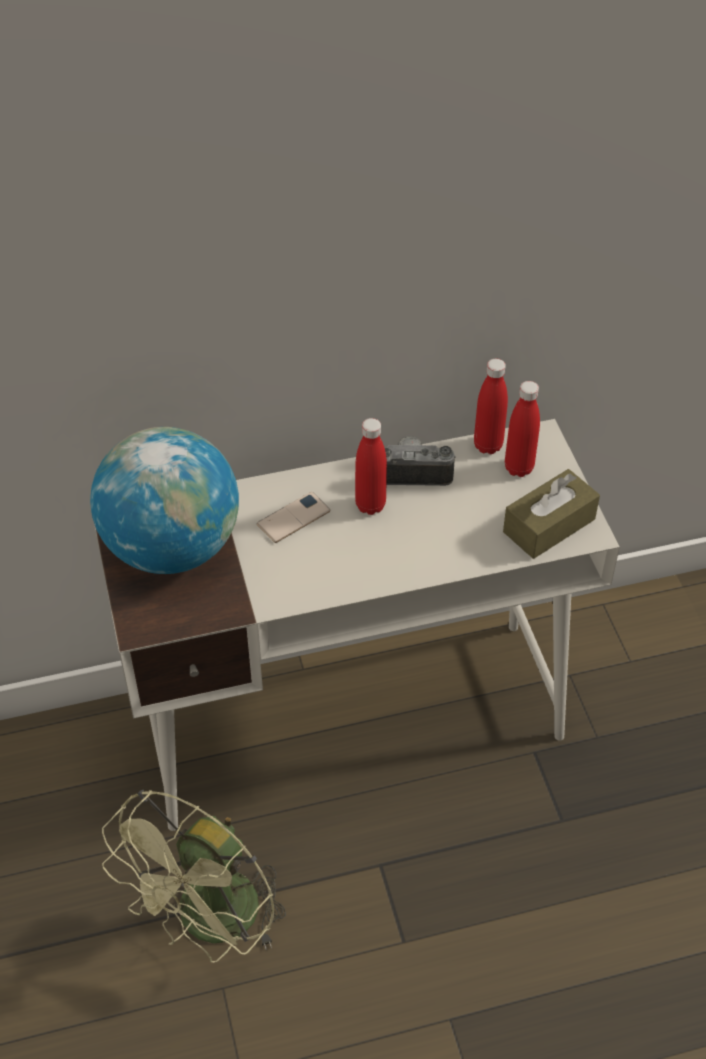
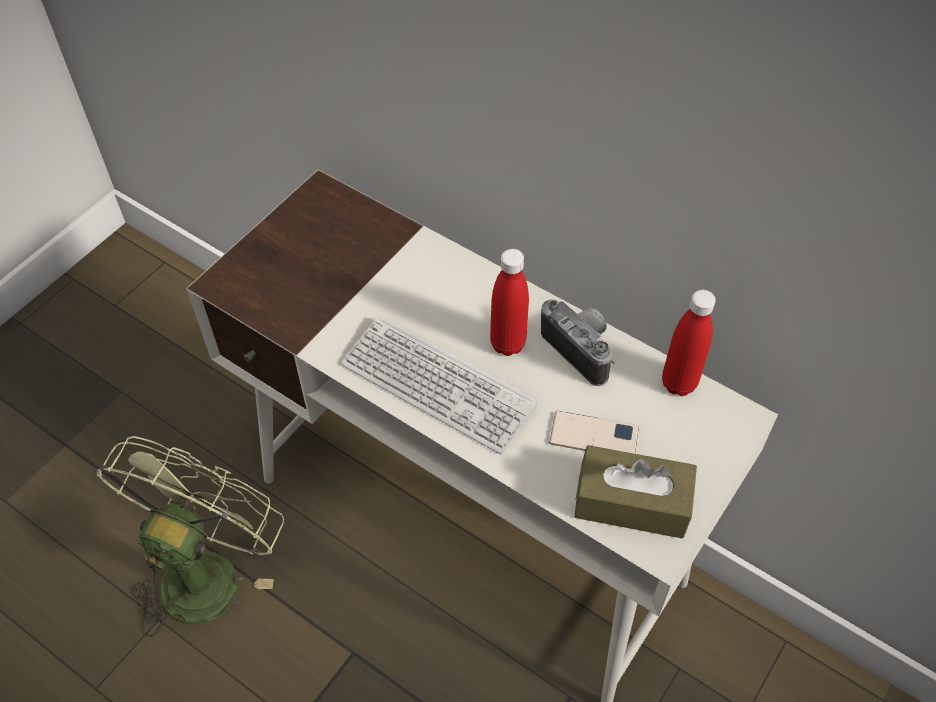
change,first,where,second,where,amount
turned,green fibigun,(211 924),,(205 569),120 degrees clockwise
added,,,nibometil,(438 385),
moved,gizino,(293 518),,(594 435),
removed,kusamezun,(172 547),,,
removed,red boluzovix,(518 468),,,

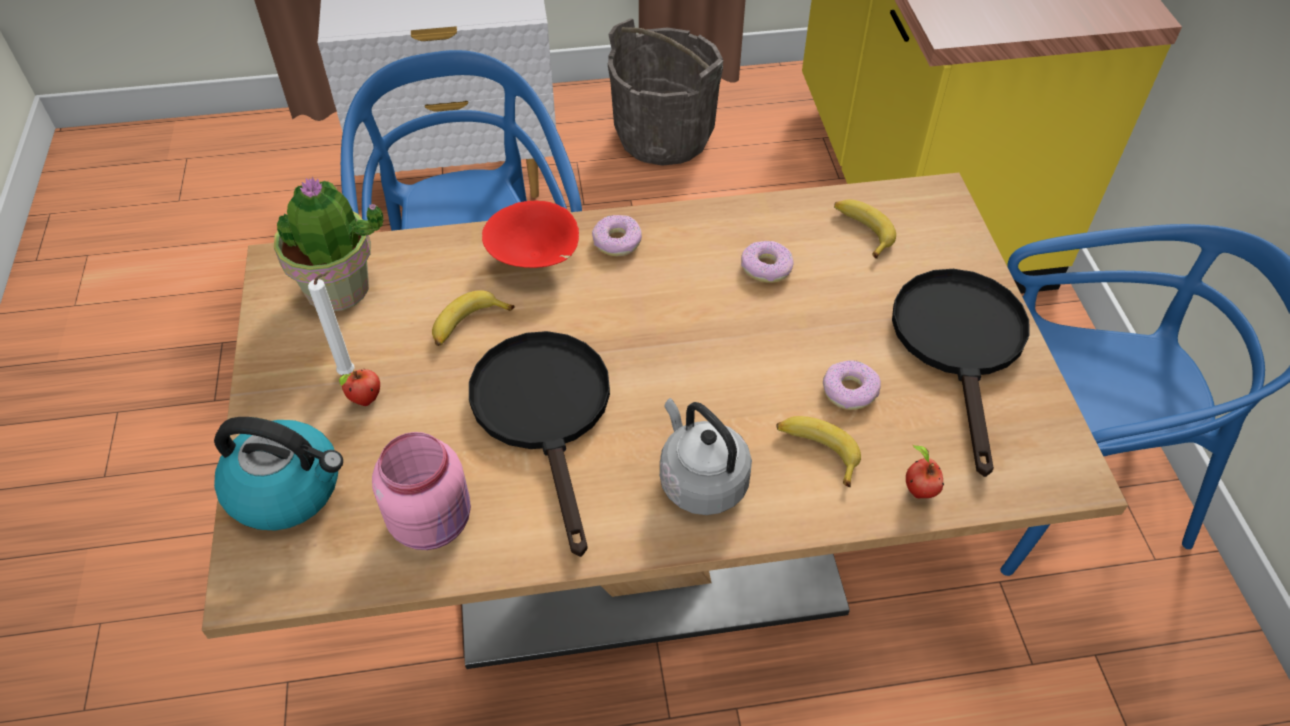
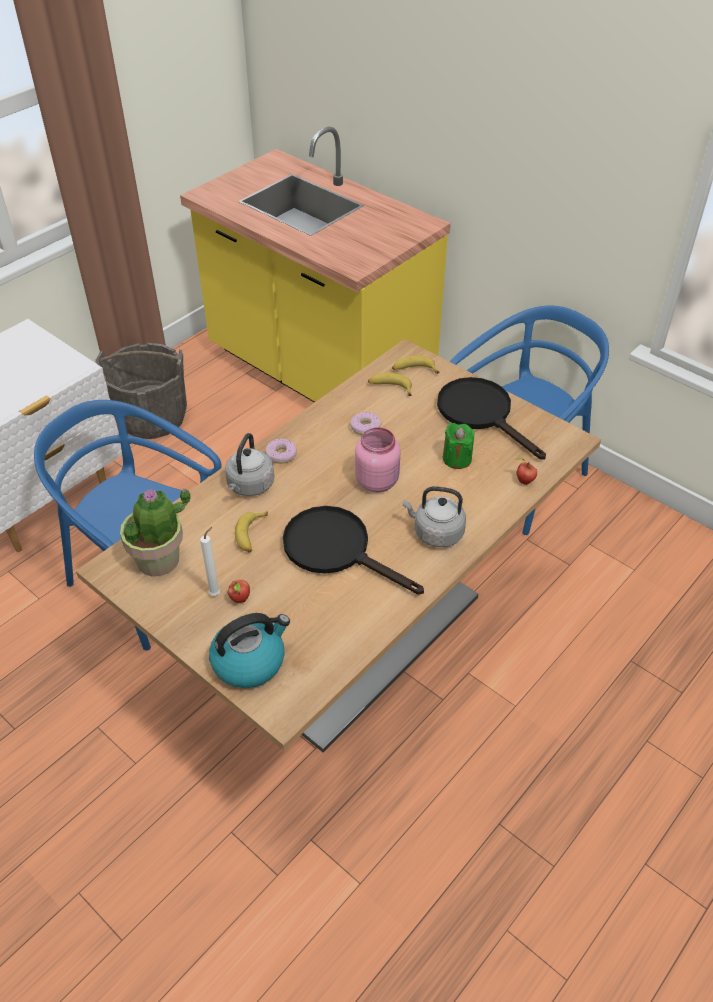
change,first,where,second,where,amount
replaced,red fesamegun,(535 260),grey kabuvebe,(249 486),
moved,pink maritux,(434 521),,(377 481),
moved,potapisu,(817 451),,(414 370),
replaced,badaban,(849 391),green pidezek,(457 459),

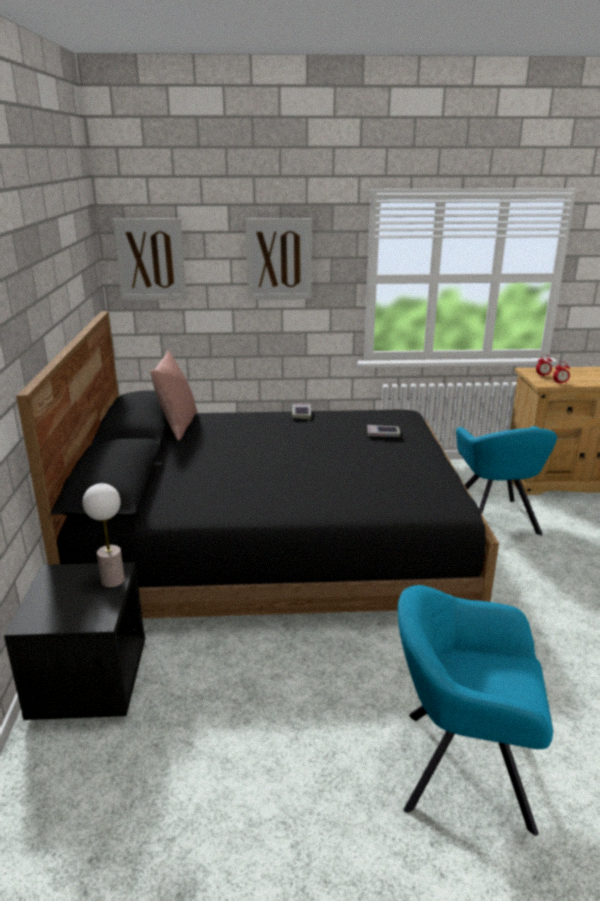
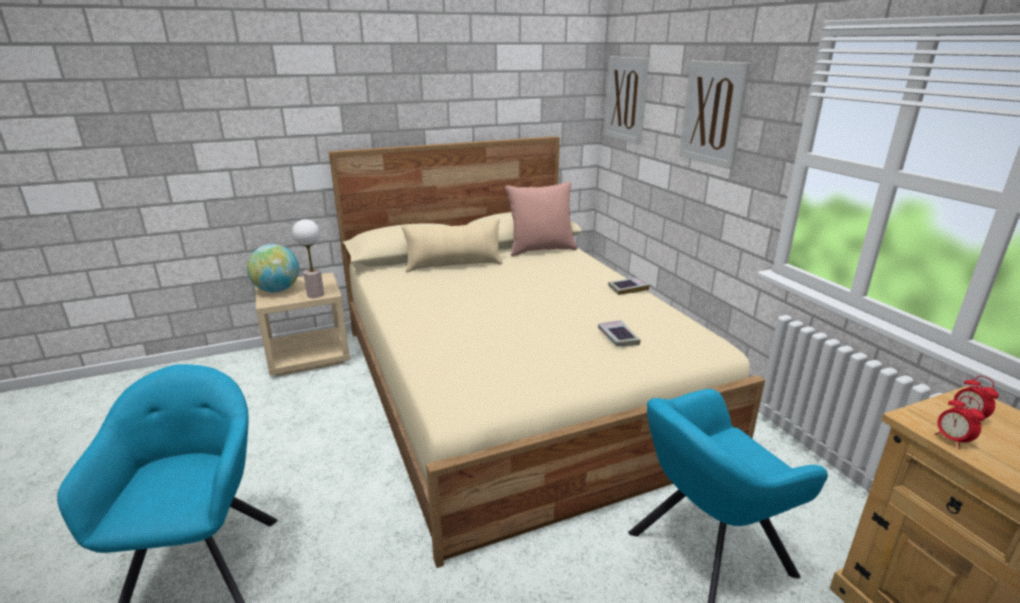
change,first,where,second,where,amount
added,,,kusamezun,(277 290),
recoloured,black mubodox,(89 681),beige mubodox,(309 356),
recoloured,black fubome,(273 544),beige fubome,(514 386),
added,,,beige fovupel,(454 265),

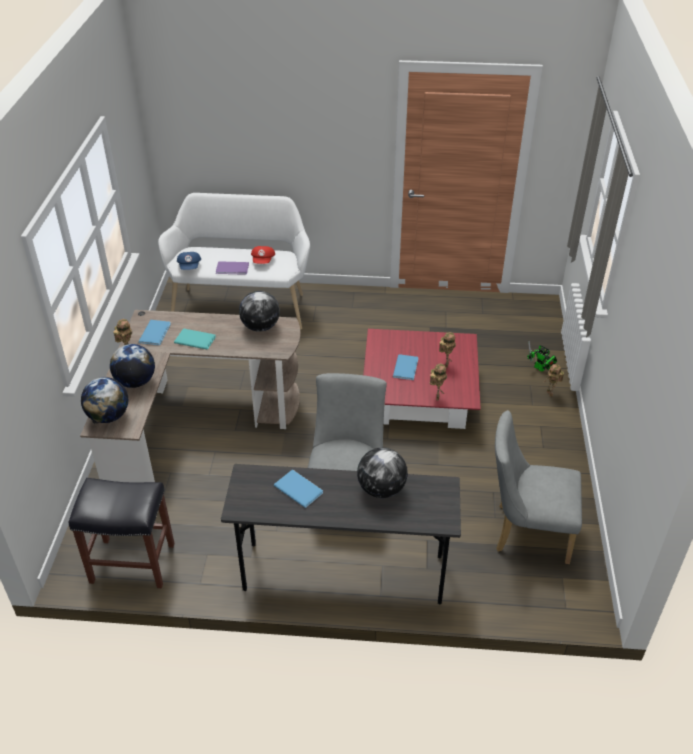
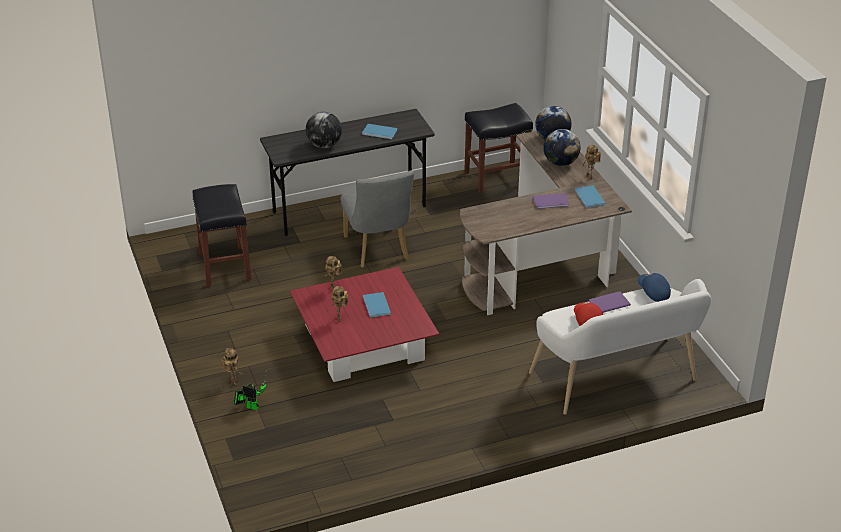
change,first,where,second,where,amount
replaced,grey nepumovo,(526 532),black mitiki,(225 266),
recoloured,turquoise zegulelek,(194 339),purple zegulelek,(552 202),
removed,kusamezun,(261 327),,,

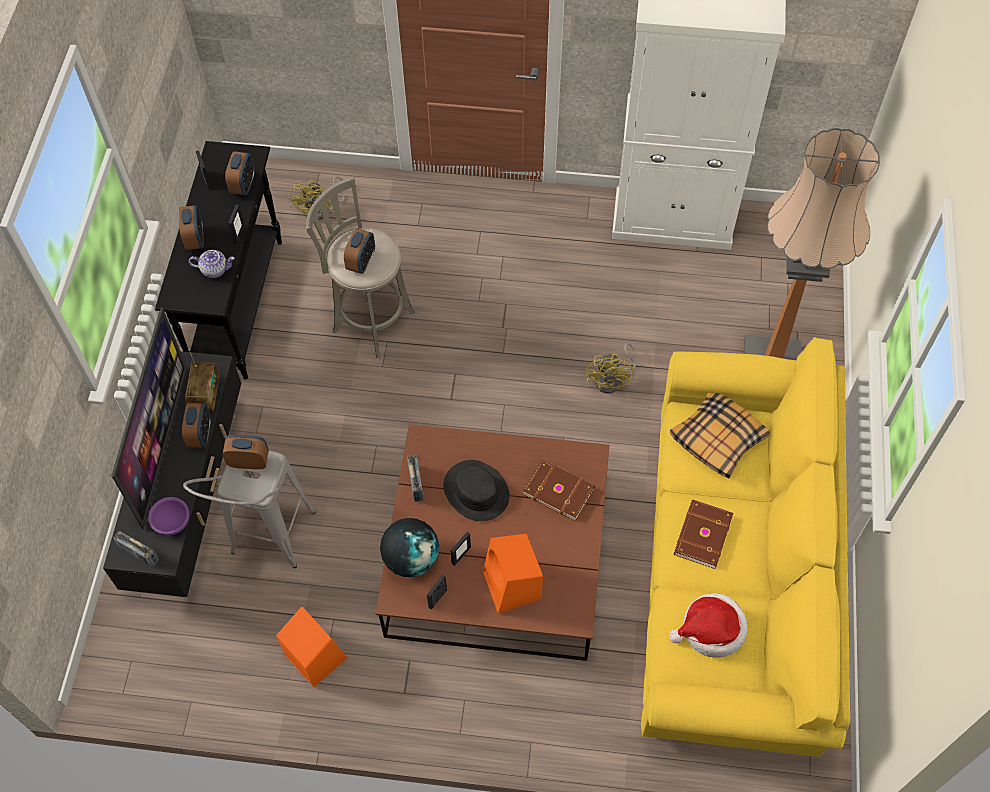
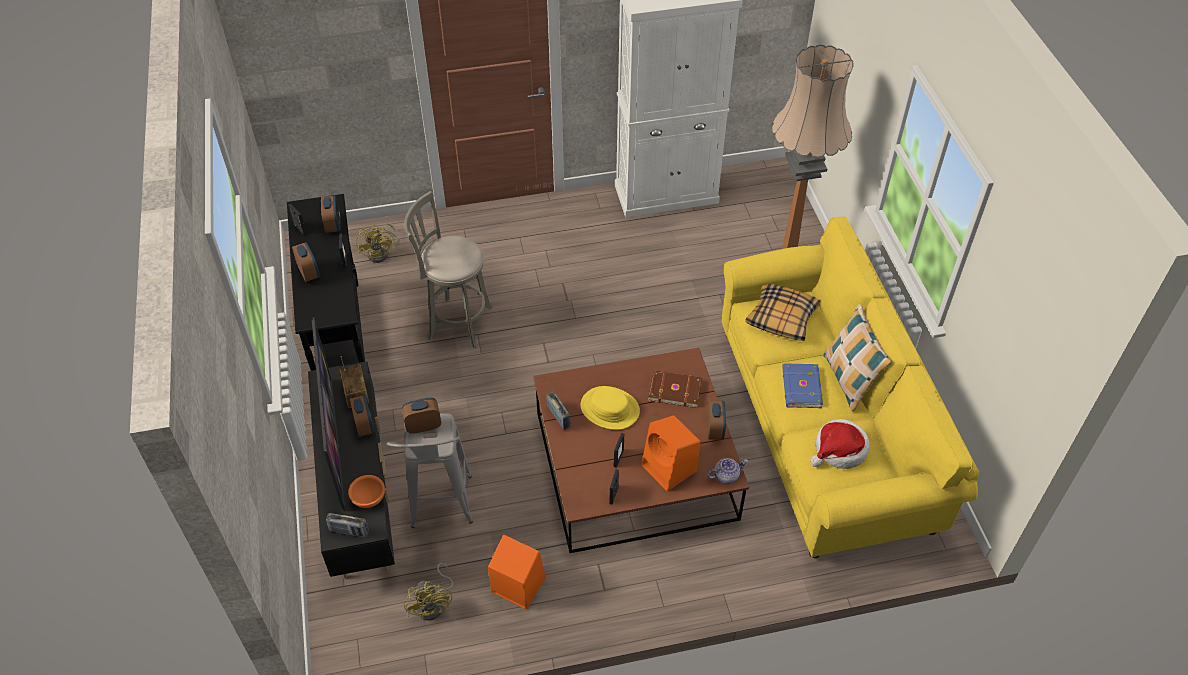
change,first,where,second,where,amount
recoloured,purple fesamegun,(172 522),orange fesamegun,(368 499),
moved,yellow fibigun,(612 380),,(434 604),
recoloured,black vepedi,(476 491),yellow vepedi,(609 409),
moved,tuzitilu,(361 262),,(714 430),
moved,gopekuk,(215 269),,(726 476),
recoloured,brown zegulelek,(701 535),blue zegulelek,(800 388),
added,,,fovupel,(849 380),
removed,kusamezun,(411 558),,,

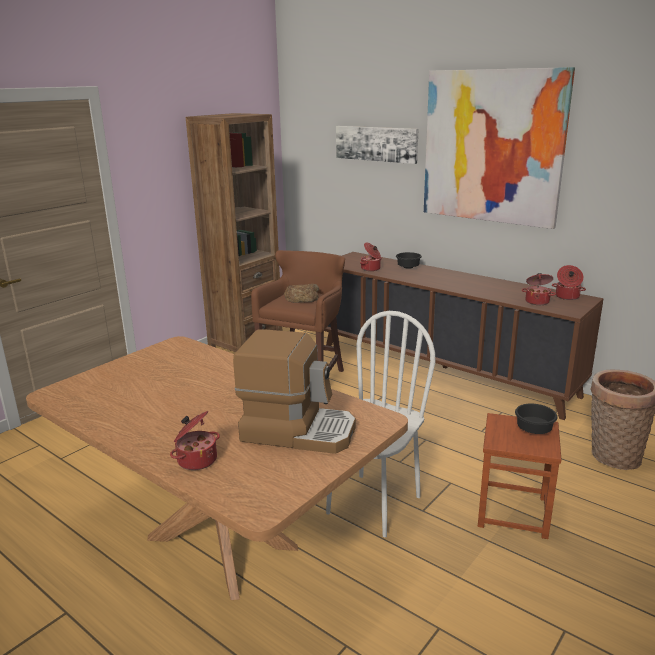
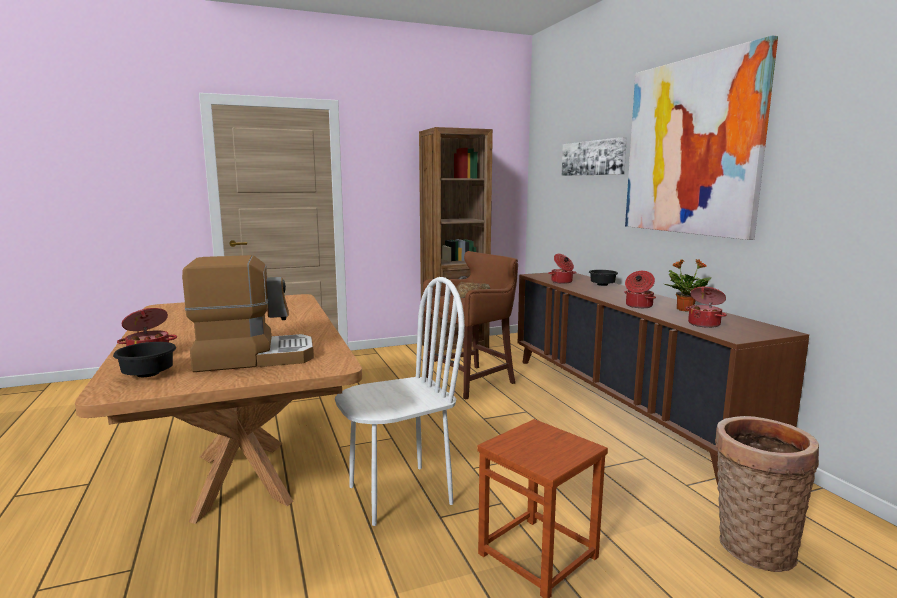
change,first,where,second,where,amount
moved,black fesamegun,(533 430),,(146 375),
turned,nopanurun,(298 430),,(254 357),60 degrees counterclockwise
moved,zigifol,(567 297),,(638 306),
added,,,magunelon,(684 309),

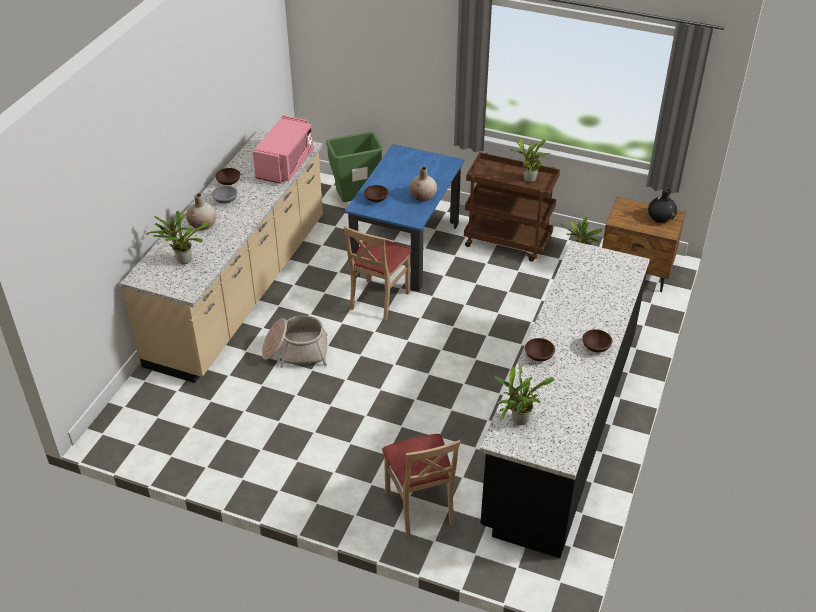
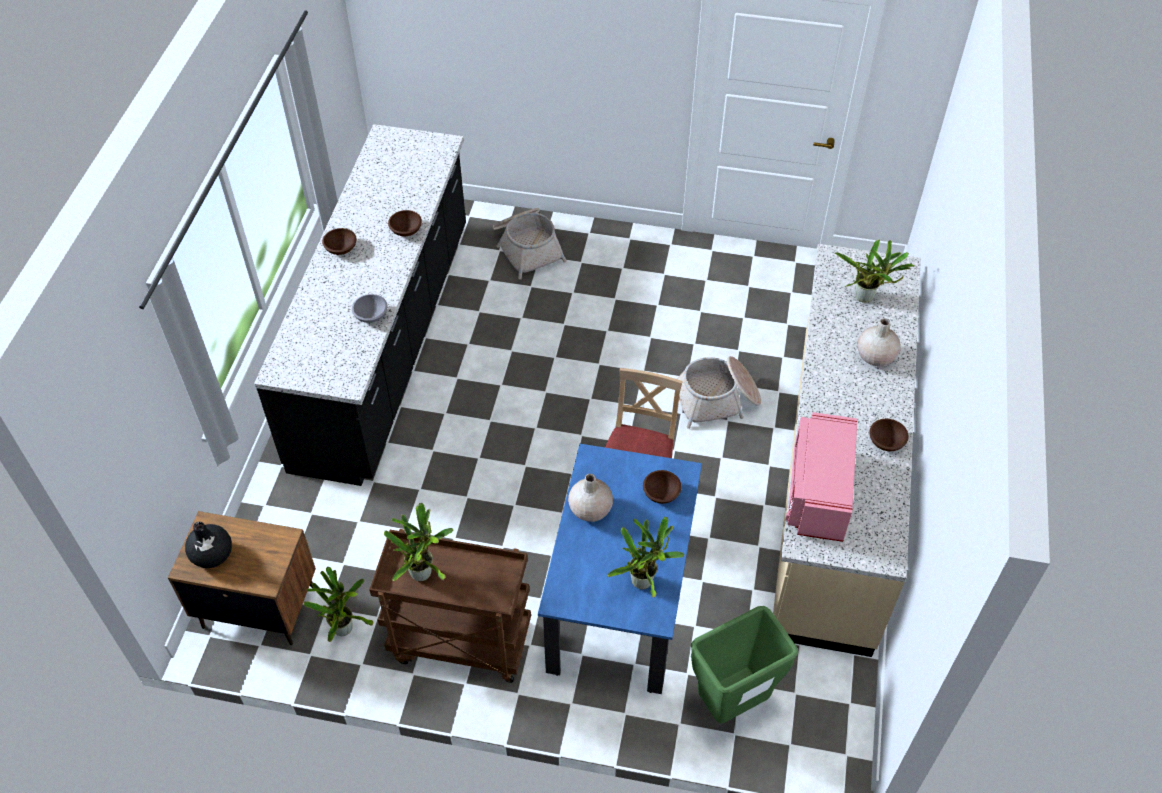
change,first,where,second,where,amount
moved,grey fesamegun,(225 200),,(371 315),
replaced,beige nepumovo,(420 506),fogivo,(527 248),
moved,magunelon,(518 421),,(644 579),

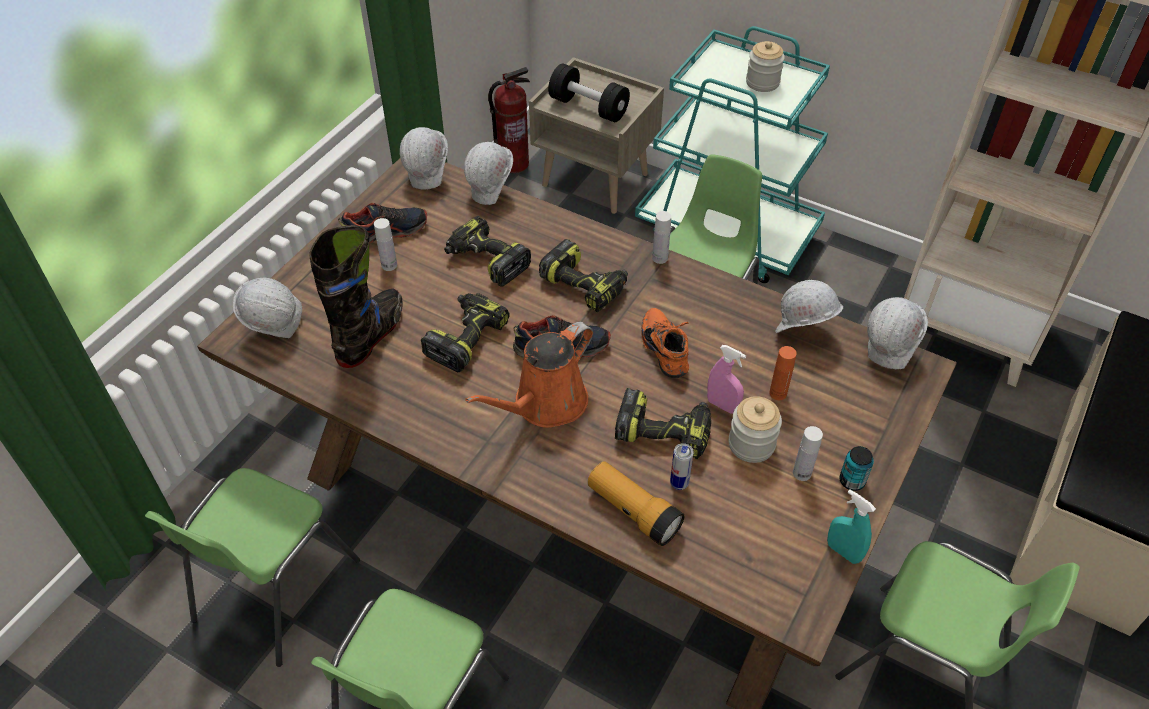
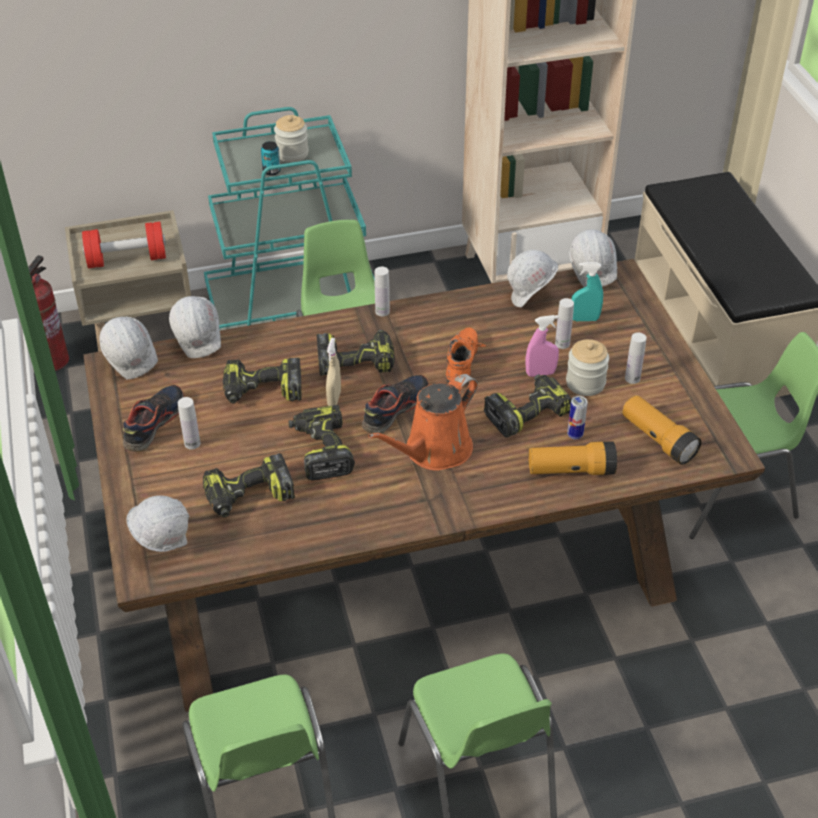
change,first,where,second,where,amount
recoloured,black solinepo,(588 107),red solinepo,(127 259),
replaced,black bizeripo,(371 335),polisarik,(249 497),
moved,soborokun,(852 481),,(271 171),
added,,,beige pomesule,(334 399),
turned,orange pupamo,(545 404),,(433 451),45 degrees clockwise
turned,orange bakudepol,(667 350),,(464 364),75 degrees clockwise
recoloured,orange boluzovix,(778 393),white boluzovix,(562 344),
moved,turquoise pomesule,(843 552),,(584 319),
added,,,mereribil,(658 439),

